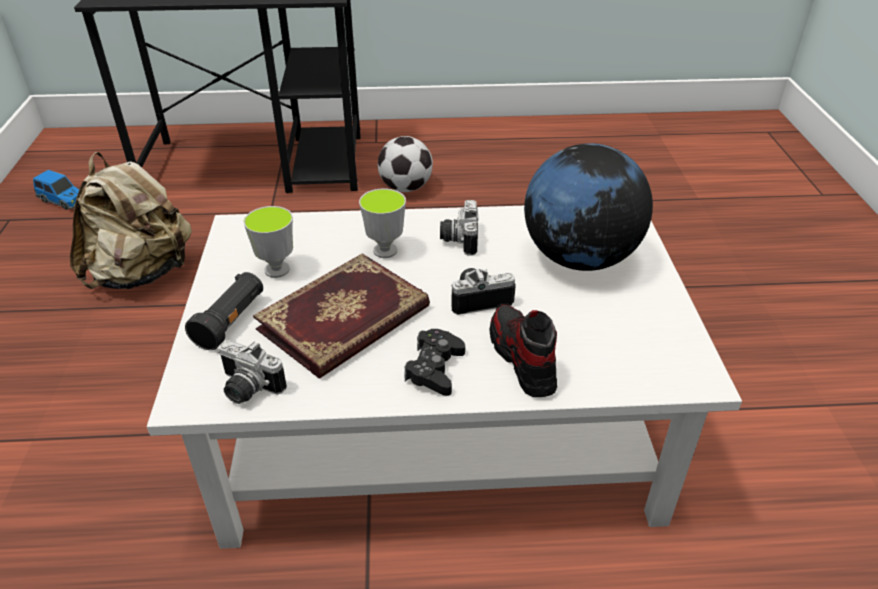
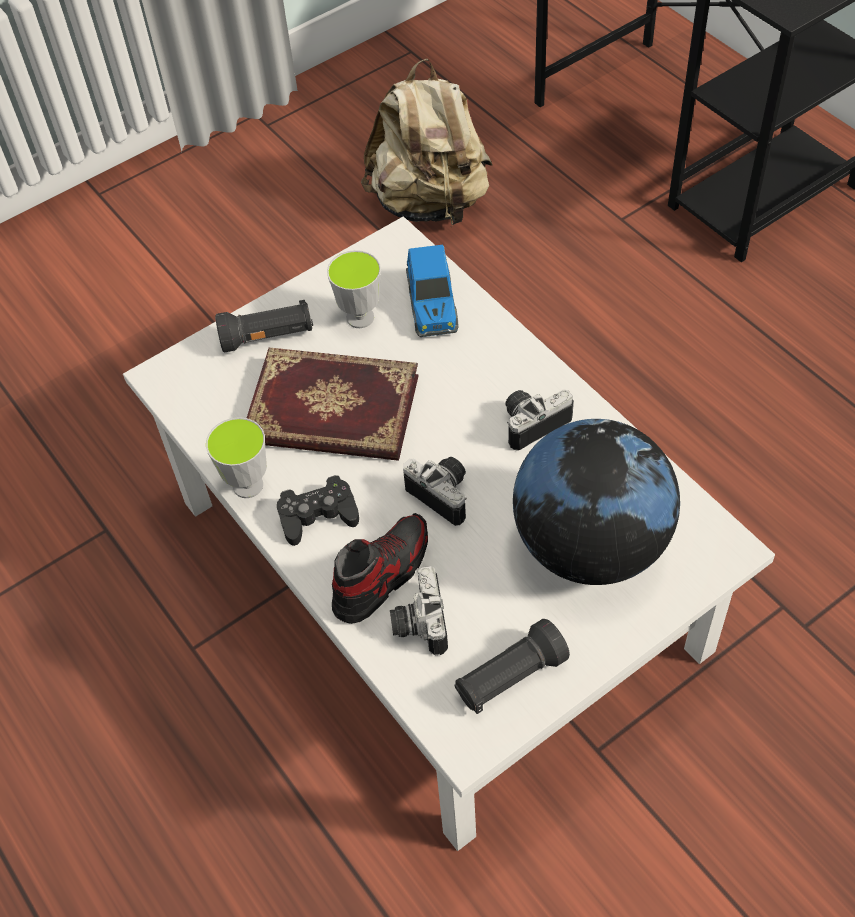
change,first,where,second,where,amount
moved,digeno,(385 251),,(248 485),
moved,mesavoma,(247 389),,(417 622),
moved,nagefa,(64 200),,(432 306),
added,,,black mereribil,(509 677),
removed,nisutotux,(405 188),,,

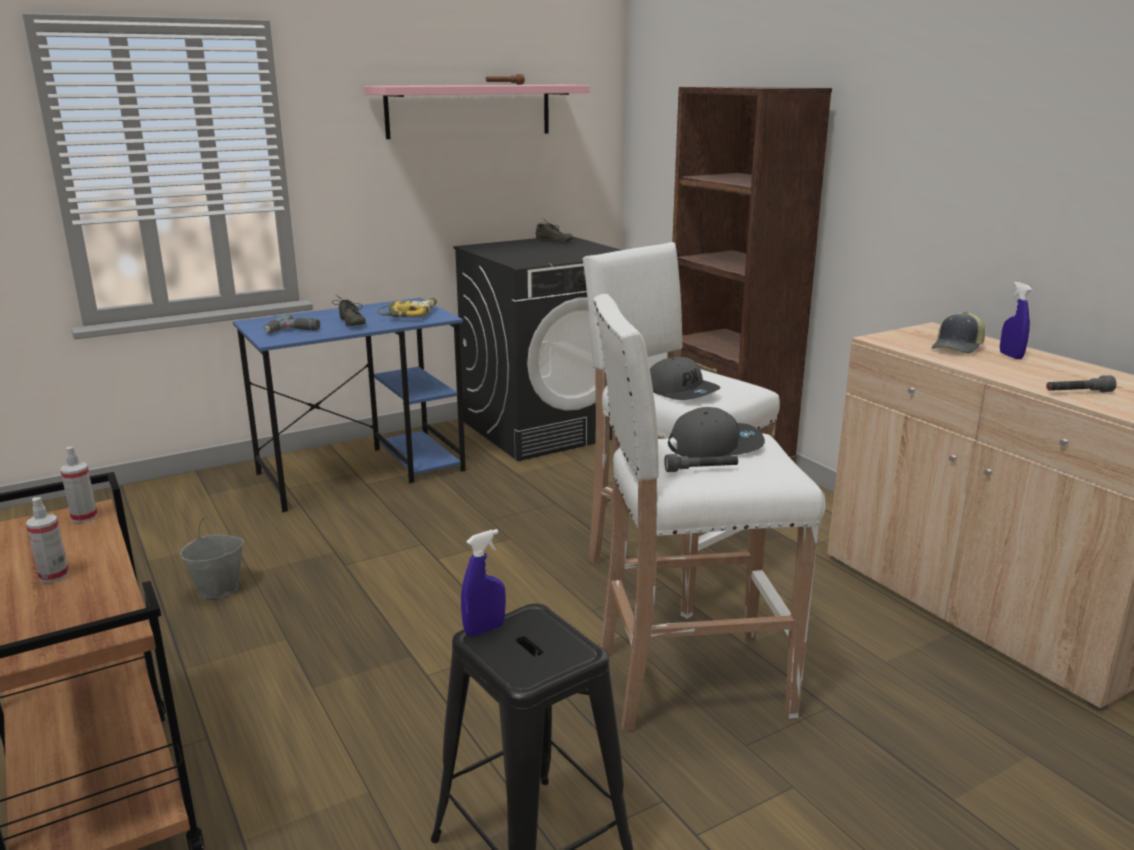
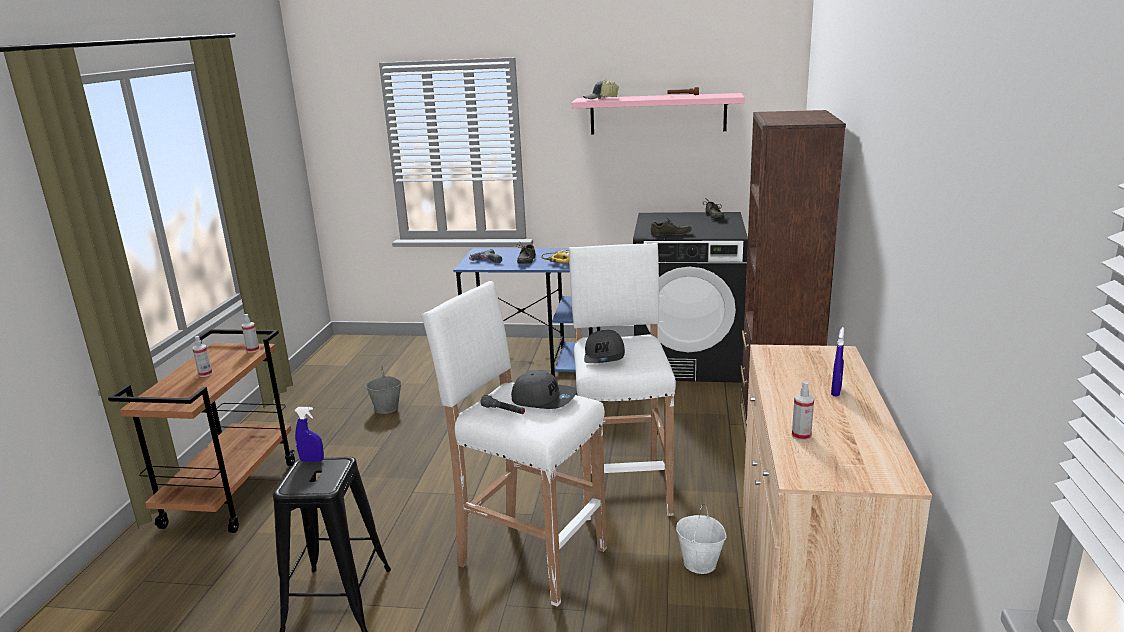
change,first,where,second,where,amount
moved,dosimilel,(958 348),,(600 99),
added,,,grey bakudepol,(671 234),
added,,,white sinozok,(700 563),
replaced,grey mereribil,(1078 393),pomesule,(801 436),

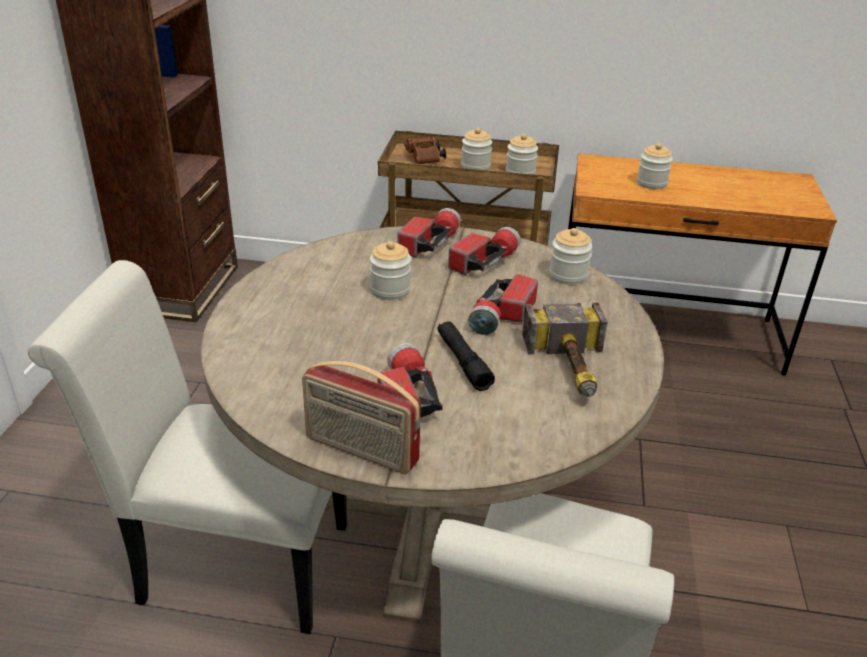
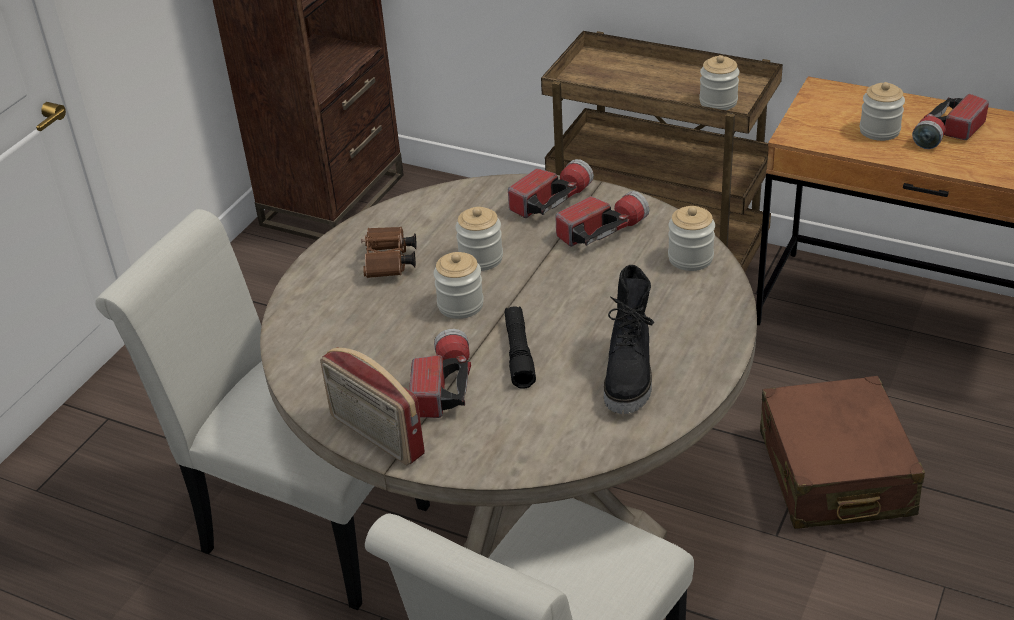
change,first,where,second,where,amount
moved,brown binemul,(424 160),,(389 264),
moved,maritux,(475 167),,(460 305),
replaced,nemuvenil,(571 369),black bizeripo,(630 376),
added,,,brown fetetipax,(834 473),
moved,mereribil,(501 316),,(947 133),

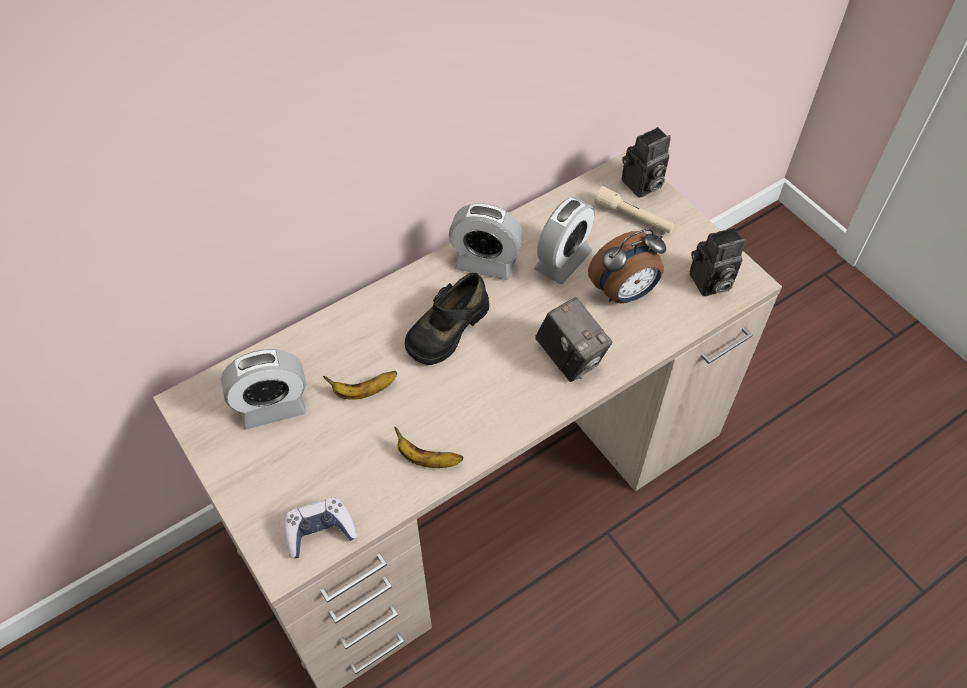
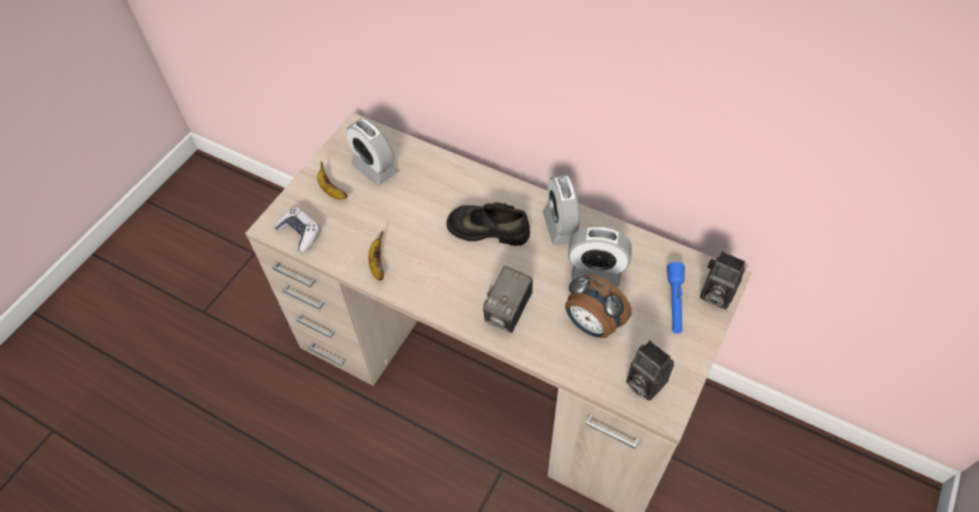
change,first,where,second,where,amount
moved,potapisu,(363 391),,(331 191),
recoloured,beige mereribil,(633 218),blue mereribil,(674 302),

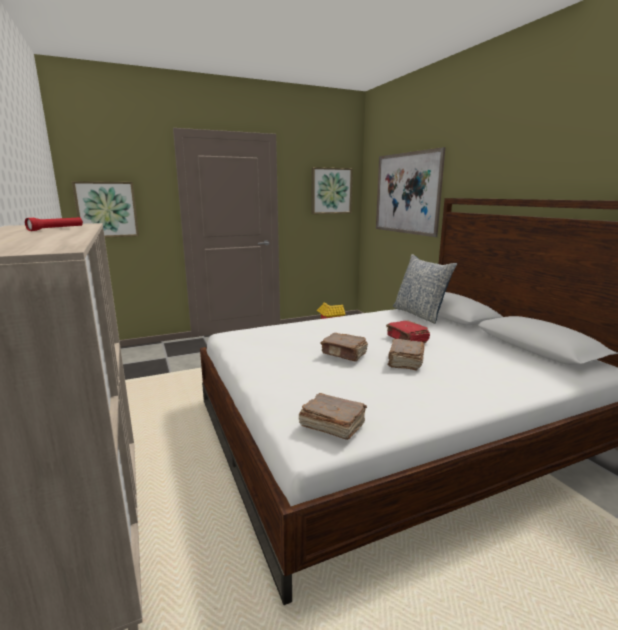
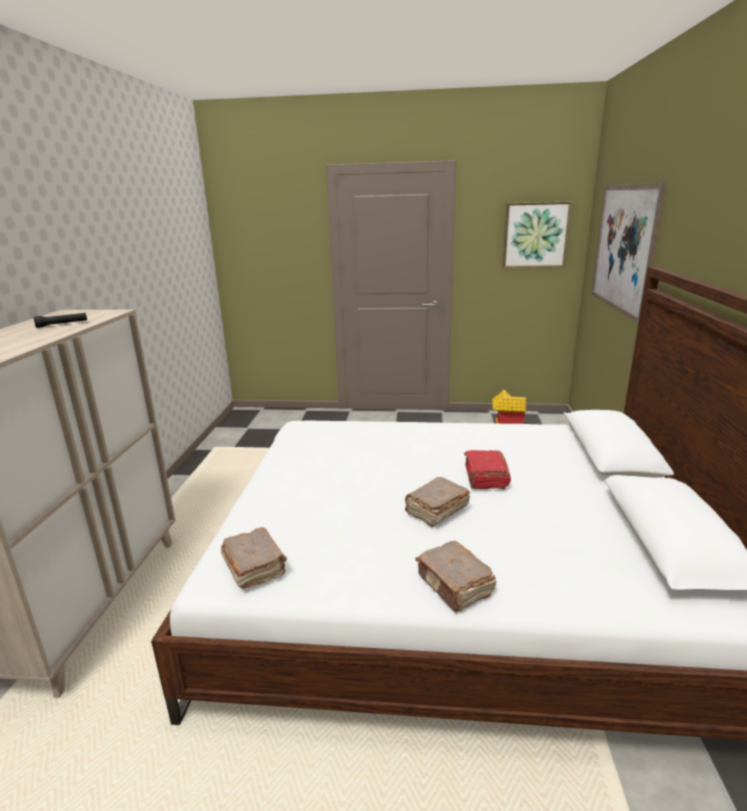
change,first,where,second,where,amount
recoloured,red mereribil,(56 229),black mereribil,(62 324),
moved,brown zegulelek,(344 354),,(455 586),
removed,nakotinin,(107 209),,,
removed,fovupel,(420 314),,,

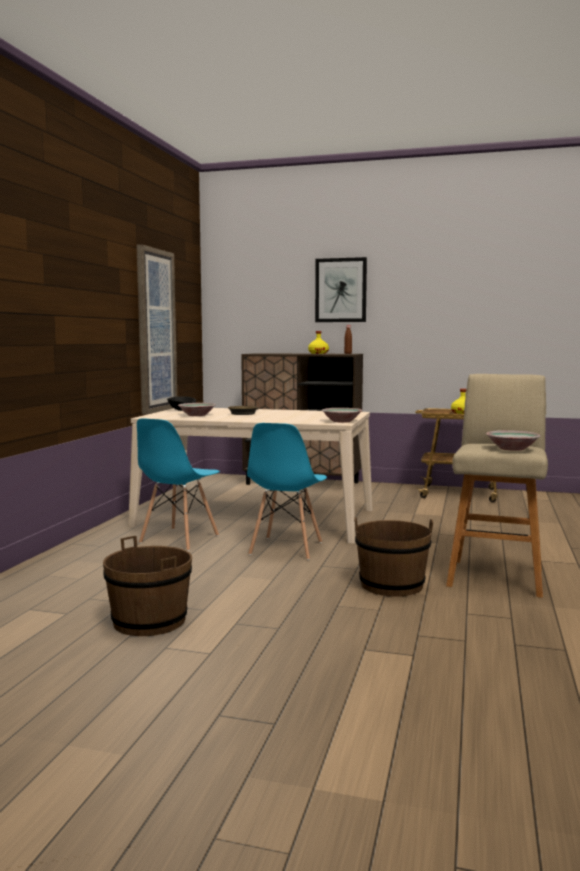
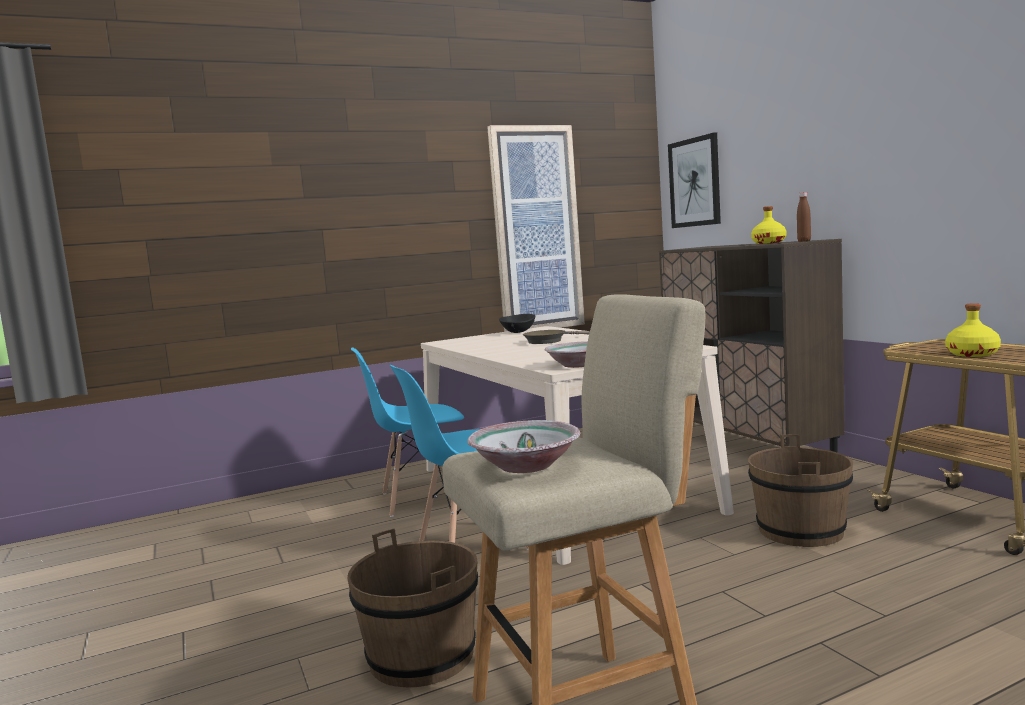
change,first,where,second,where,amount
moved,nakotinin,(341 290),,(695 182),
moved,brown sinozok,(150 621),,(801 531),
removed,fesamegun,(197 415),,,

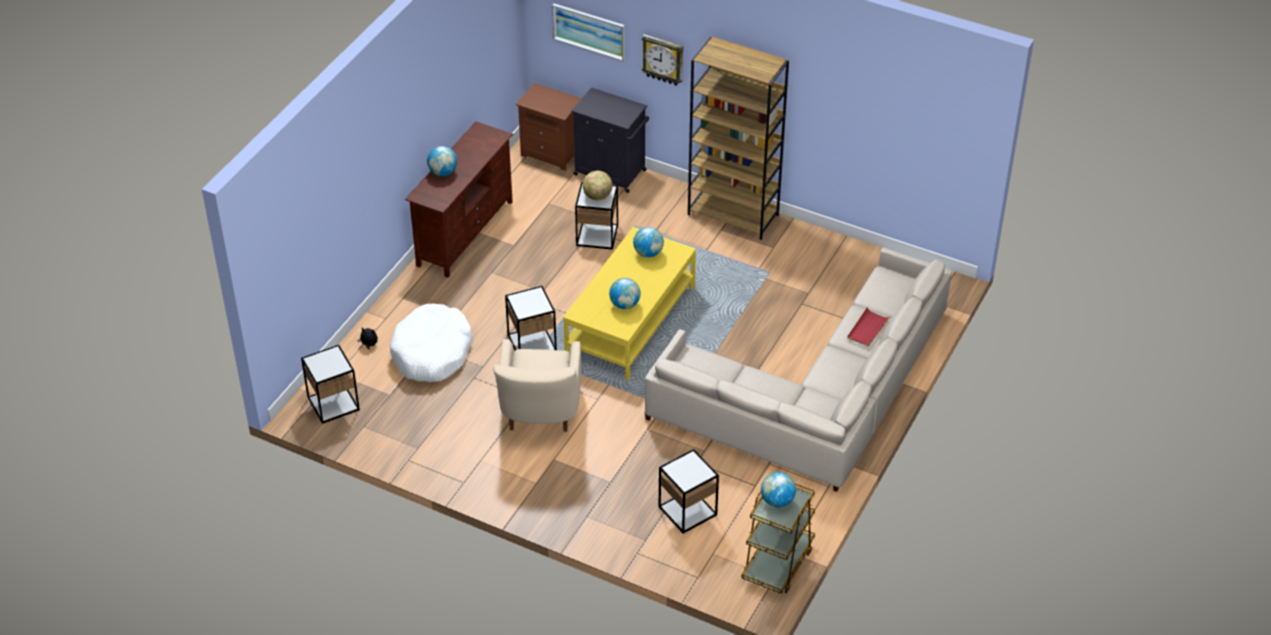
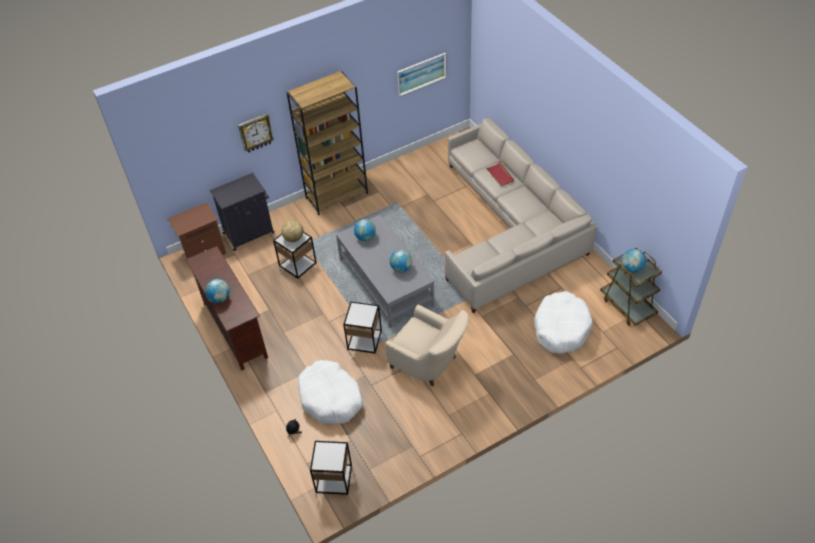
change,first,where,second,where,amount
recoloured,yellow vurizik,(630 322),grey vurizik,(386 283),
moved,nakotinin,(589 31),,(421 74),
replaced,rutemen,(687 511),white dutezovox,(561 328),

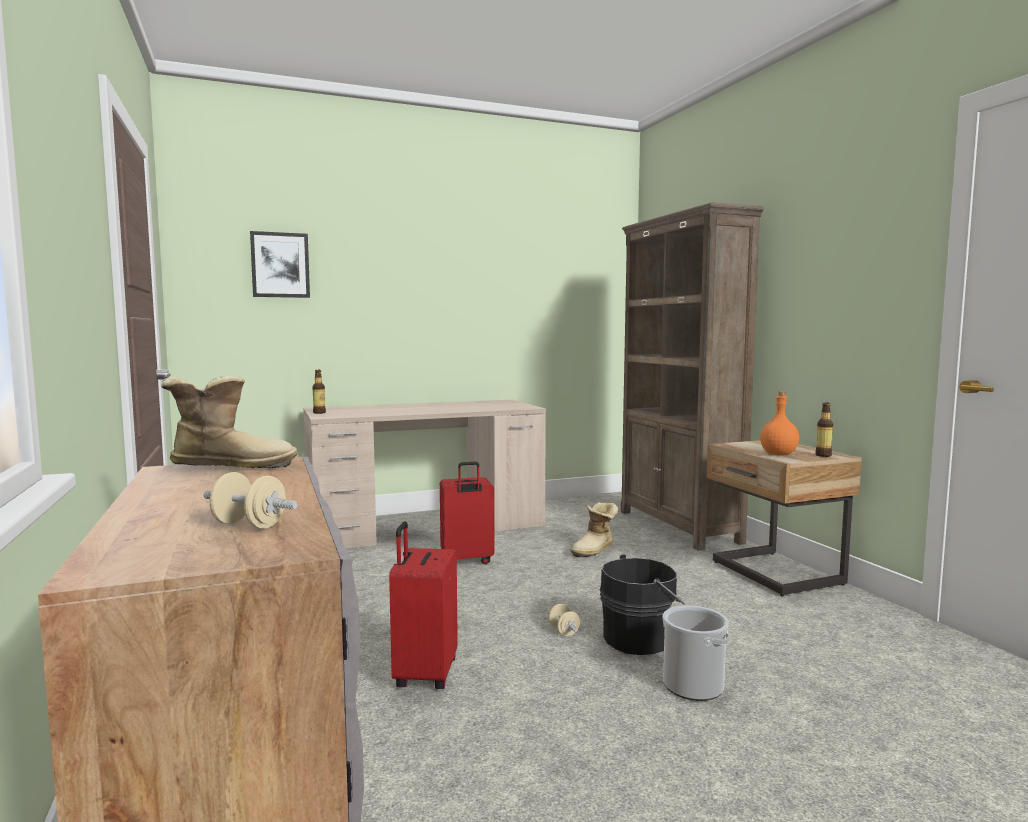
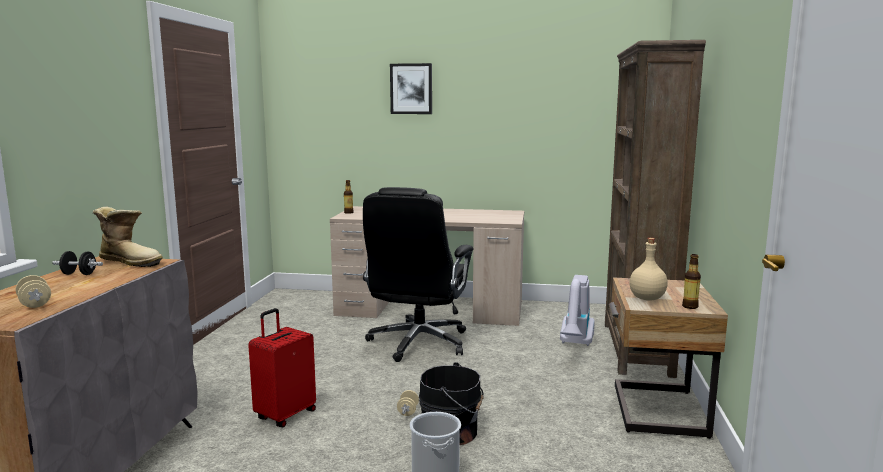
change,first,where,second,where,amount
added,,,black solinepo,(79 274),
replaced,red fetetipax,(466 561),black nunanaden,(418 343),
moved,nakotinin,(280 265),,(411 89),
added,,,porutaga,(575 345),
recoloured,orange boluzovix,(778 454),beige boluzovix,(646 298),
removed,bizeripo,(595 550),,,

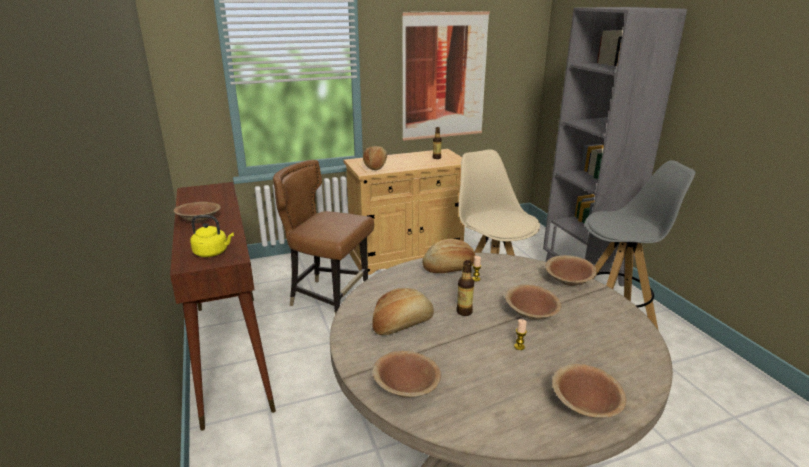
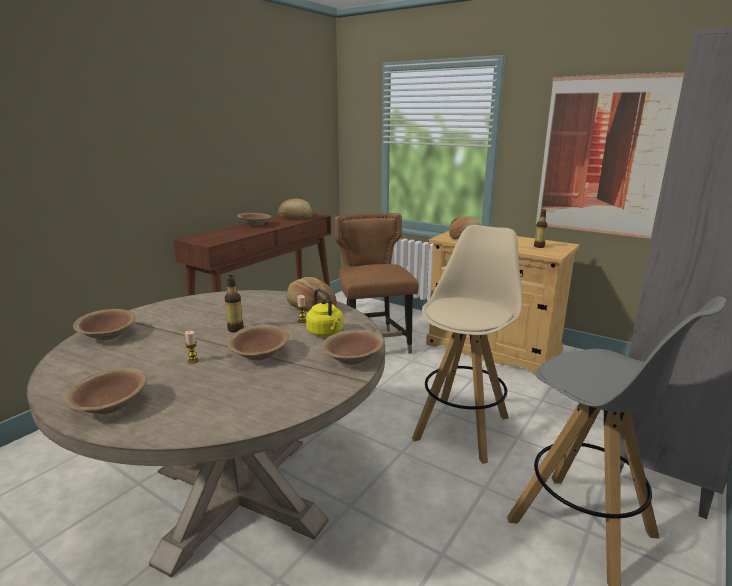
change,first,where,second,where,amount
moved,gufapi,(402 324),,(295 218),
moved,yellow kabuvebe,(213 253),,(326 333),

